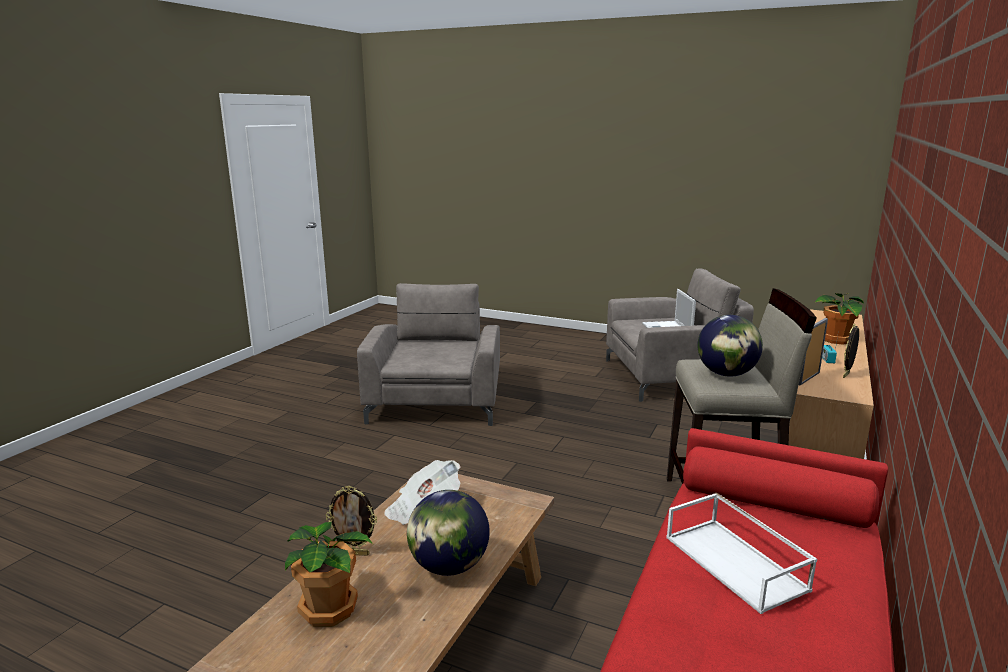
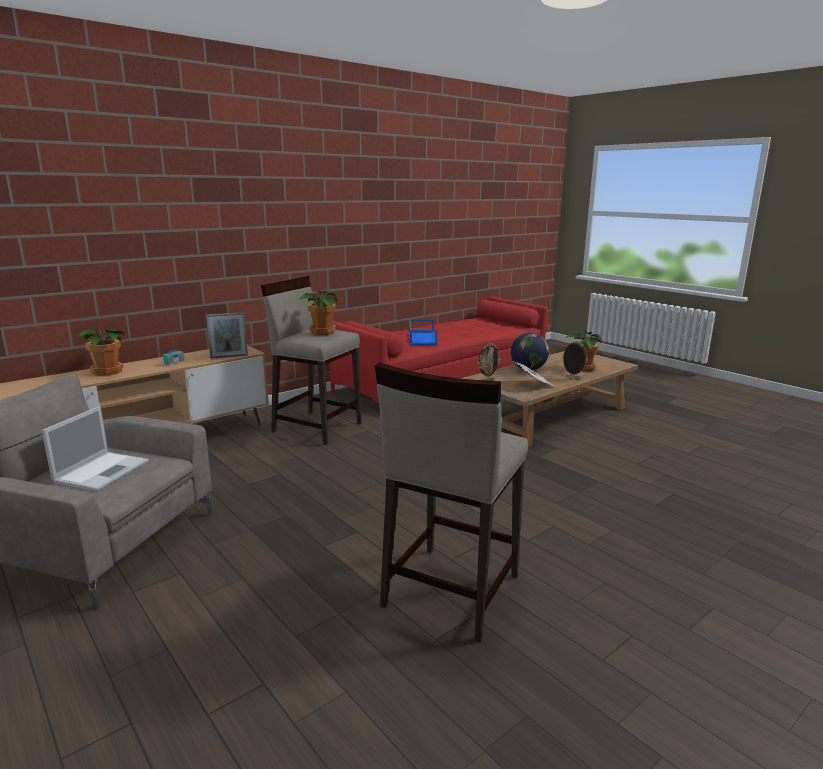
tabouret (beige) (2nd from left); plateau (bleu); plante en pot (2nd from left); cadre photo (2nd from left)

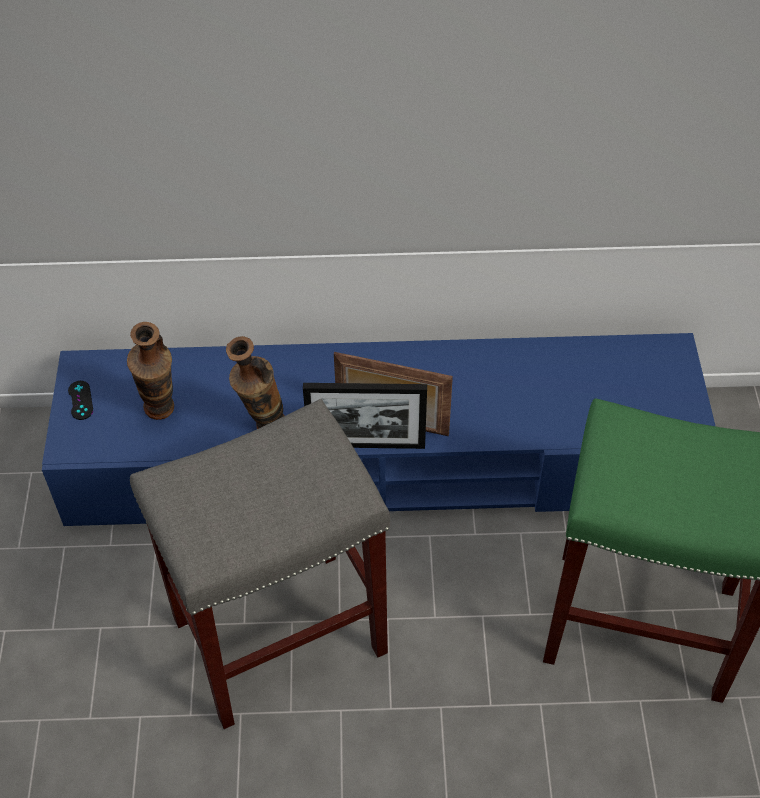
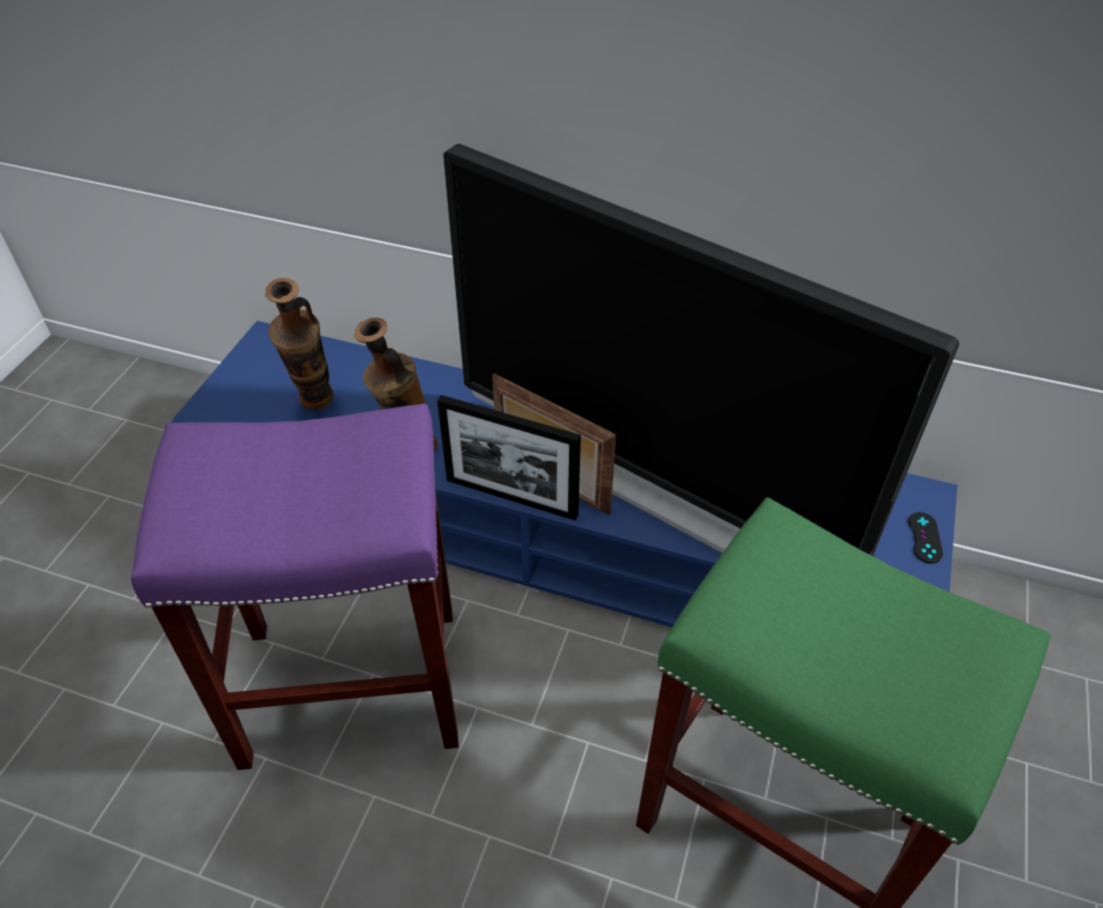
manette (noir); tabouret (violet); téléviseur

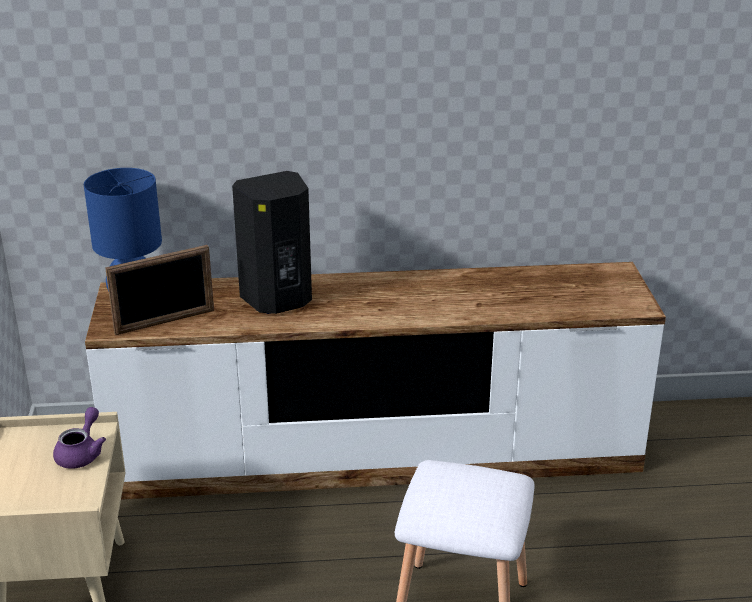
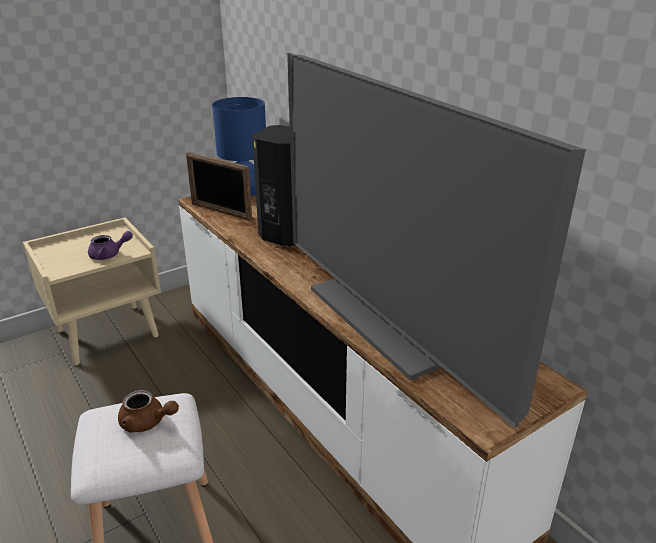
théière (marron); téléviseur

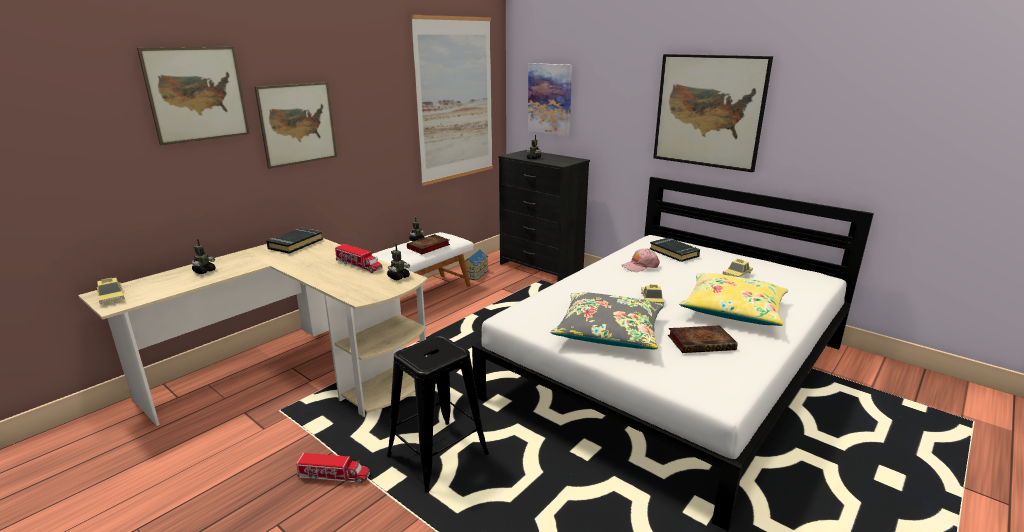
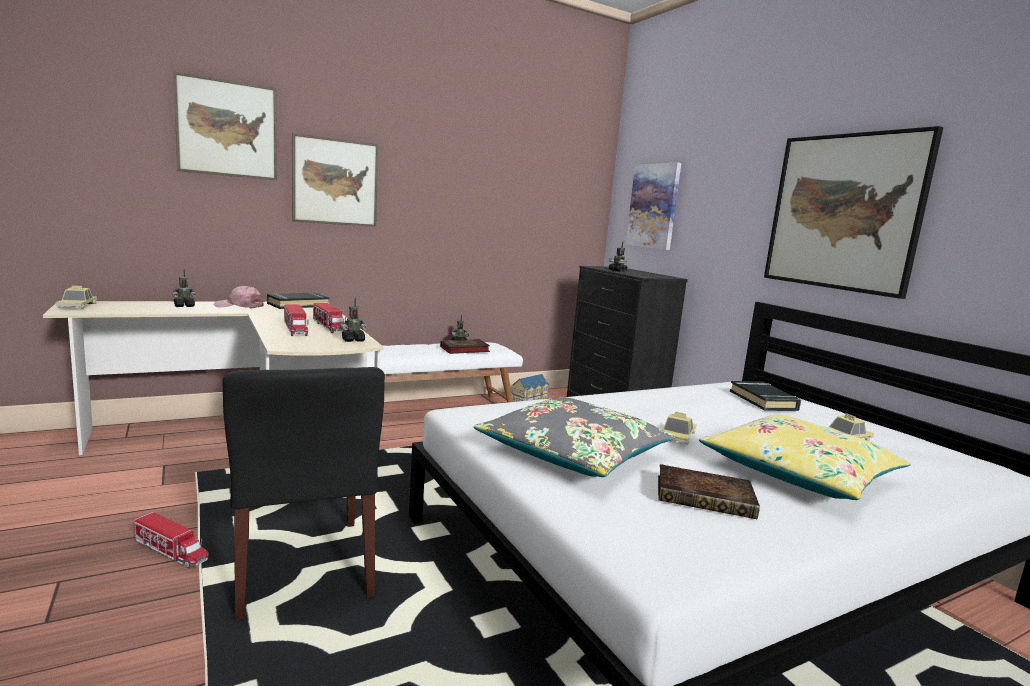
chaise (noir); tableau (3rd from left in the first image); casquette (rose); camion jouet (2nd from left)

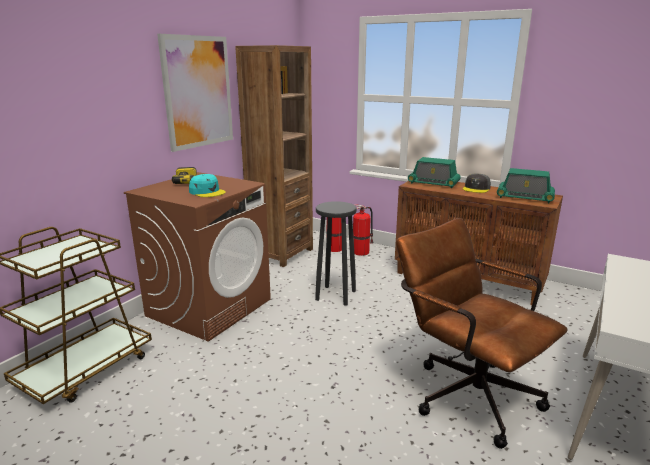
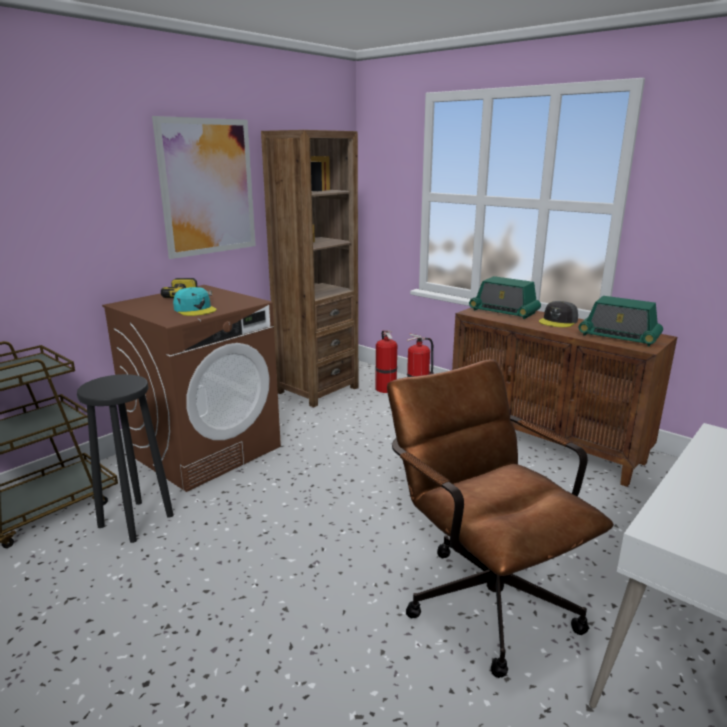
tabouret (noir)

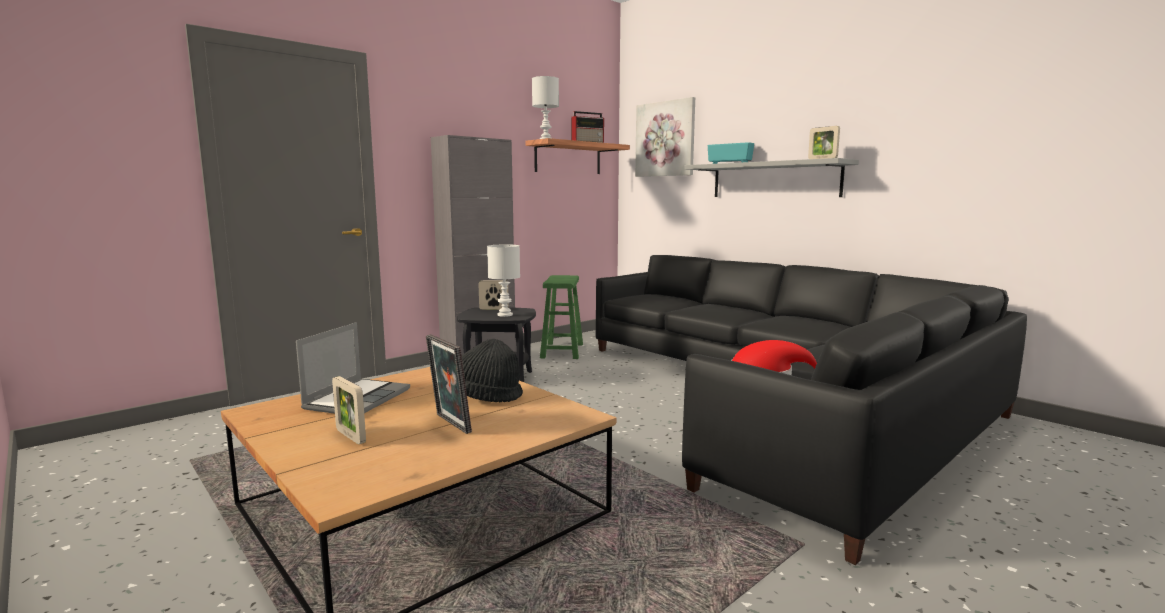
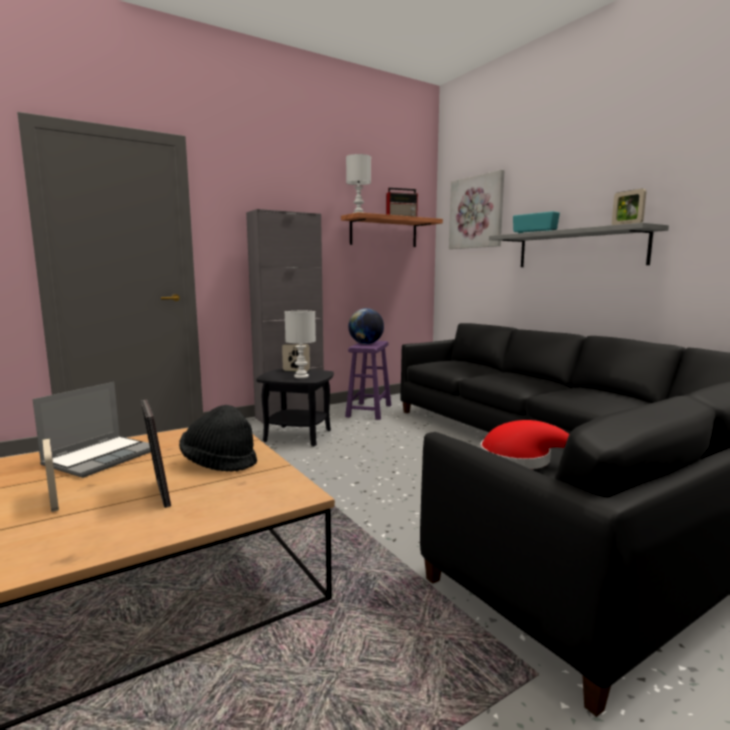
tabouret (violet); globe

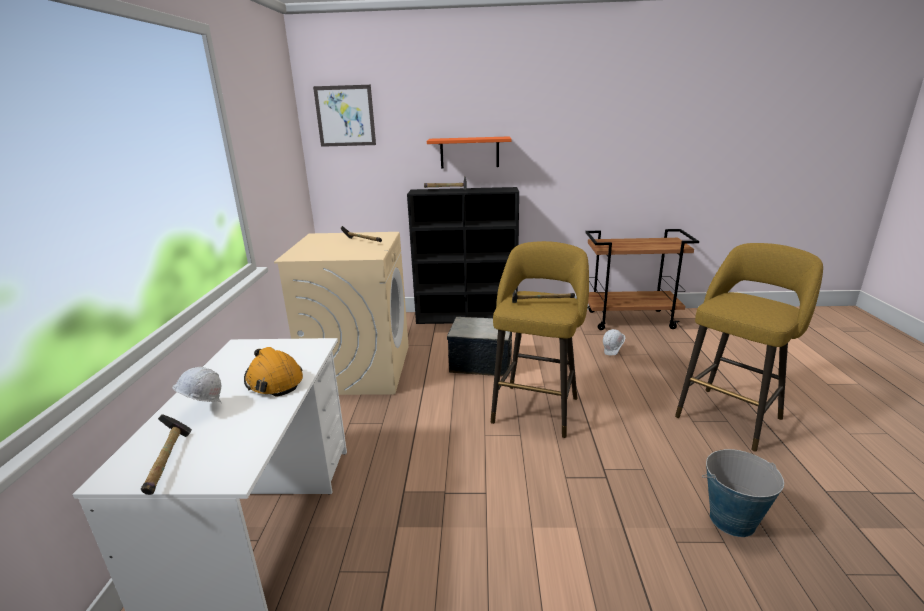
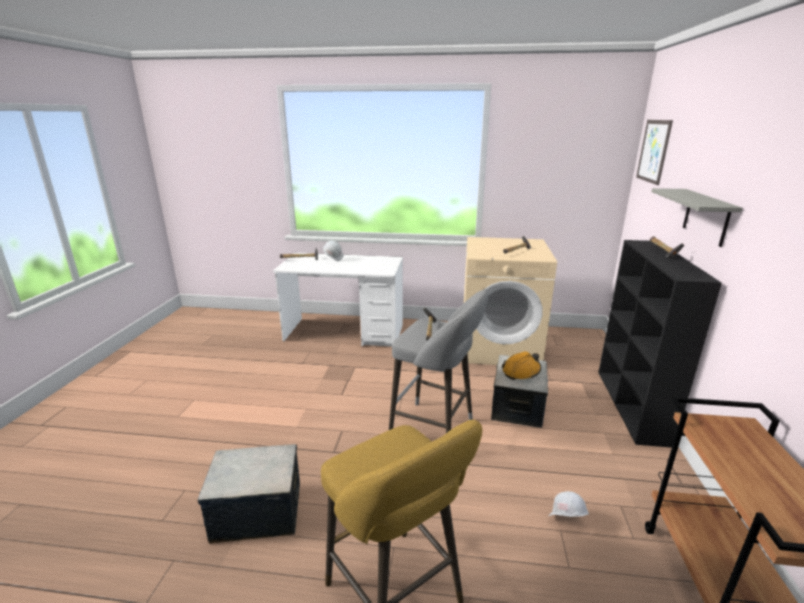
casque de chantier (orange); étagère (gris); tabouret (gris); boîte de rangement (1st from left)

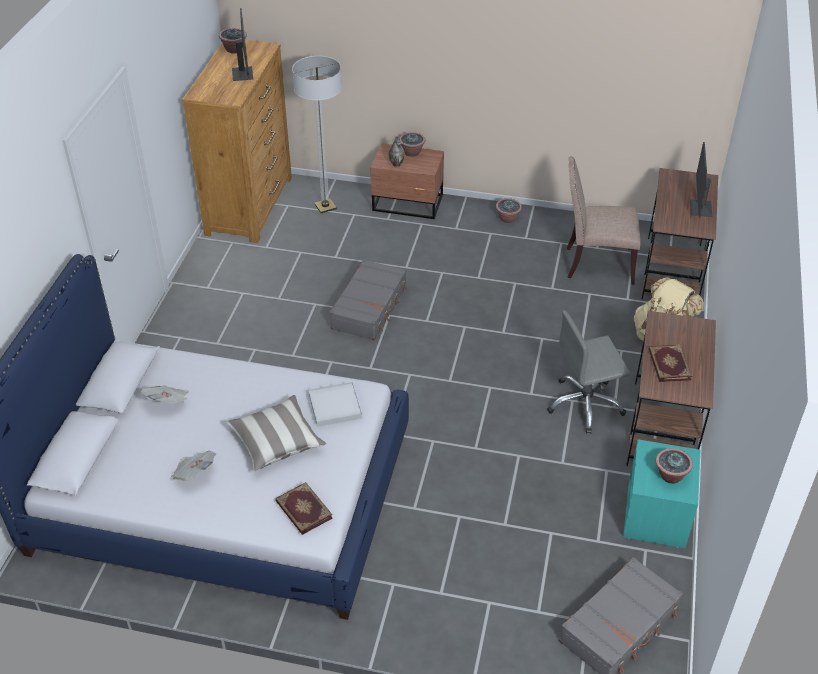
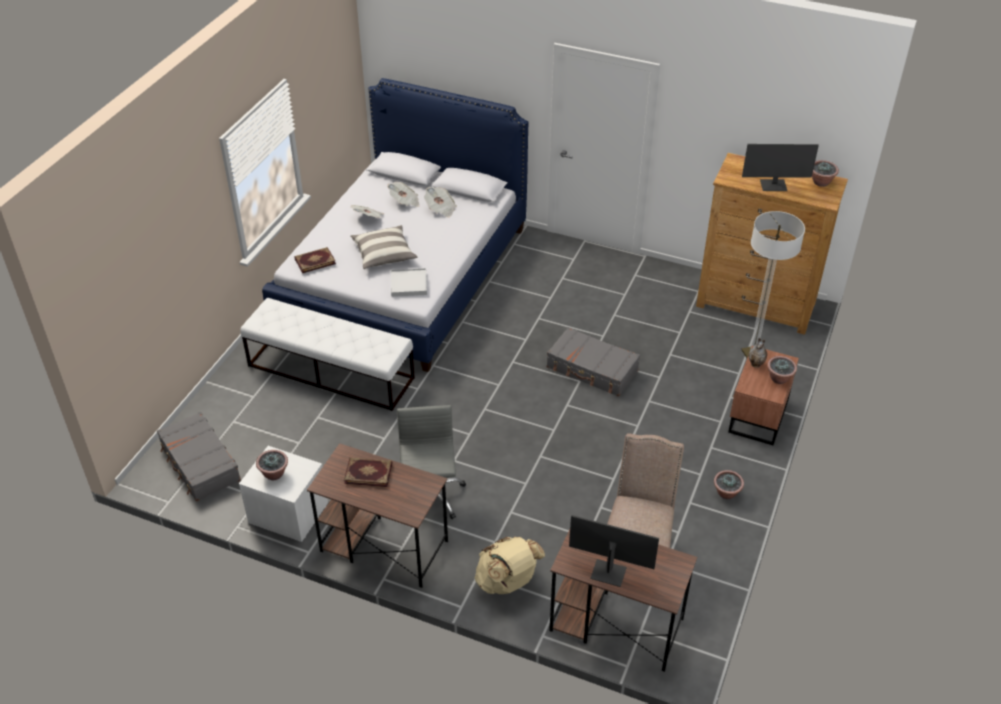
table de chevet (blanc); banc (blanc); journal (2nd from left)

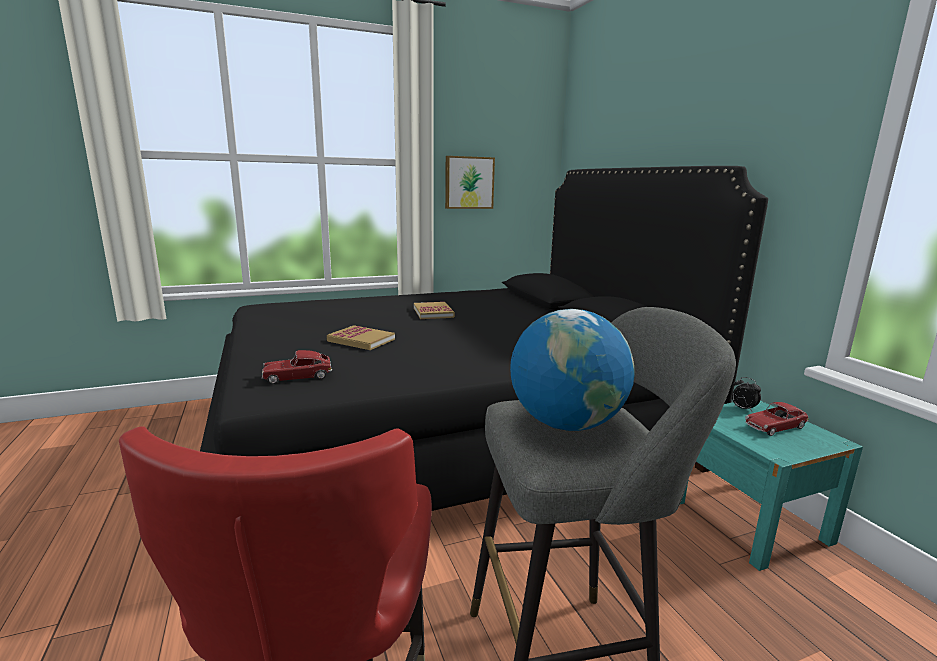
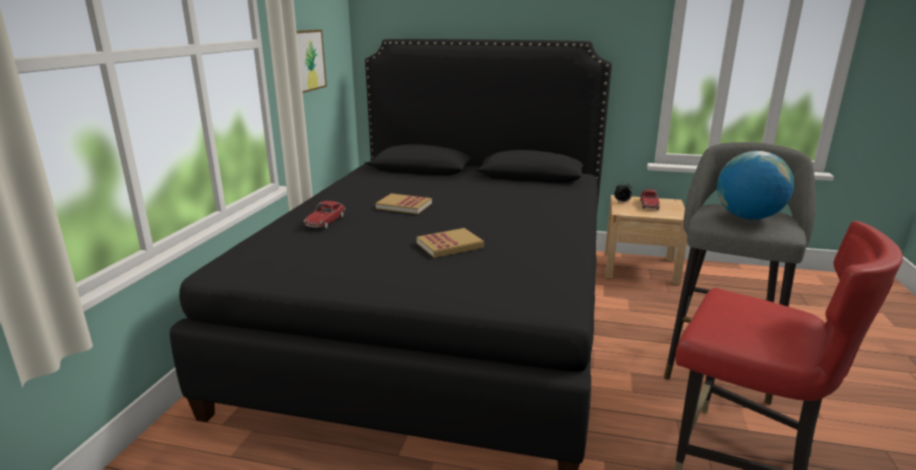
petite voiture (1st from left); table de chevet (beige)

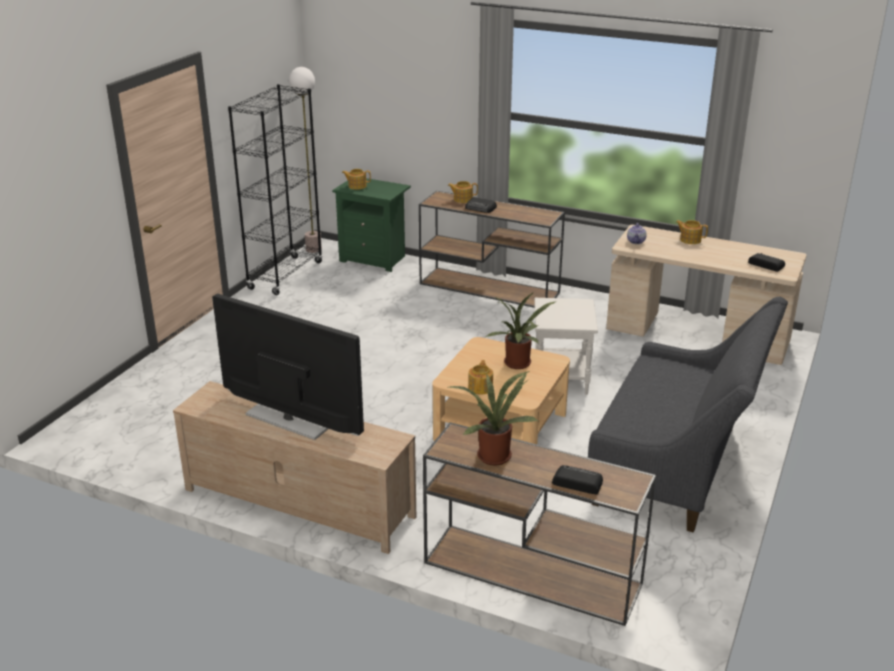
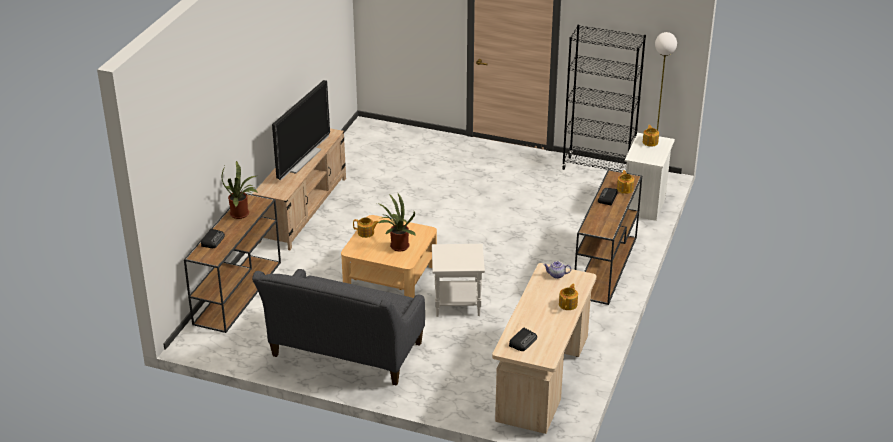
table de chevet (blanc)

